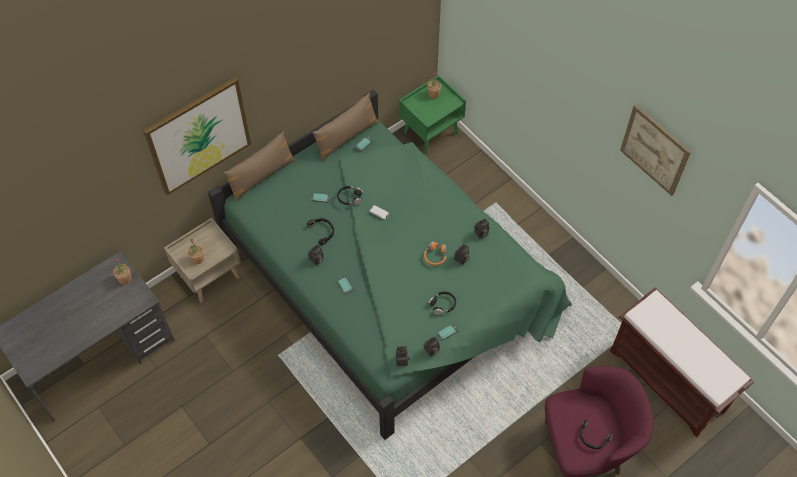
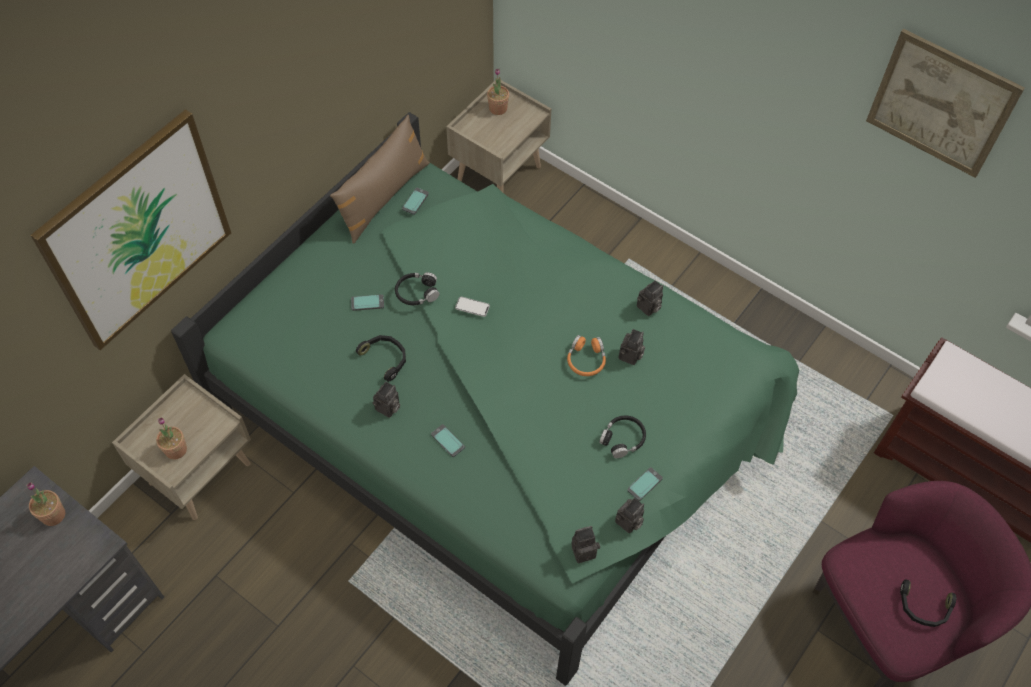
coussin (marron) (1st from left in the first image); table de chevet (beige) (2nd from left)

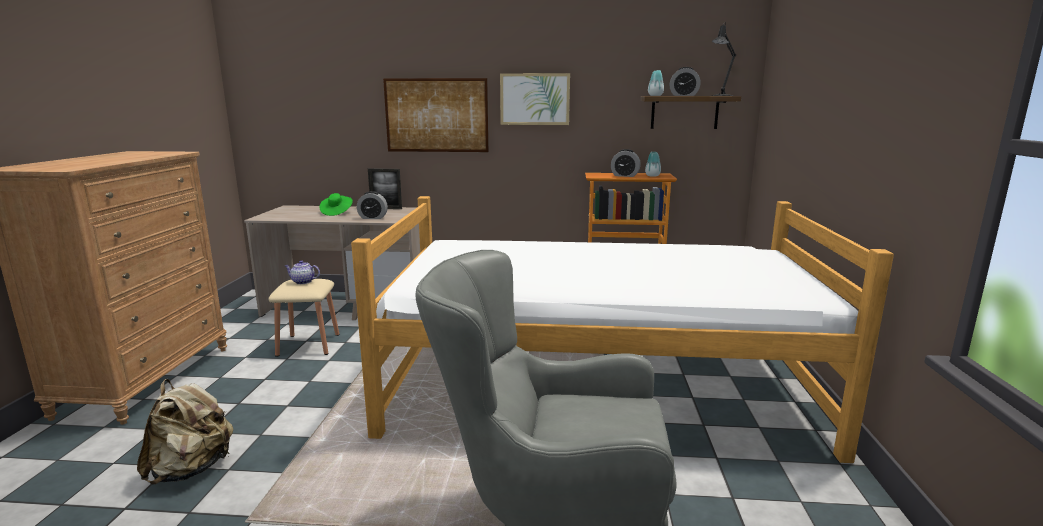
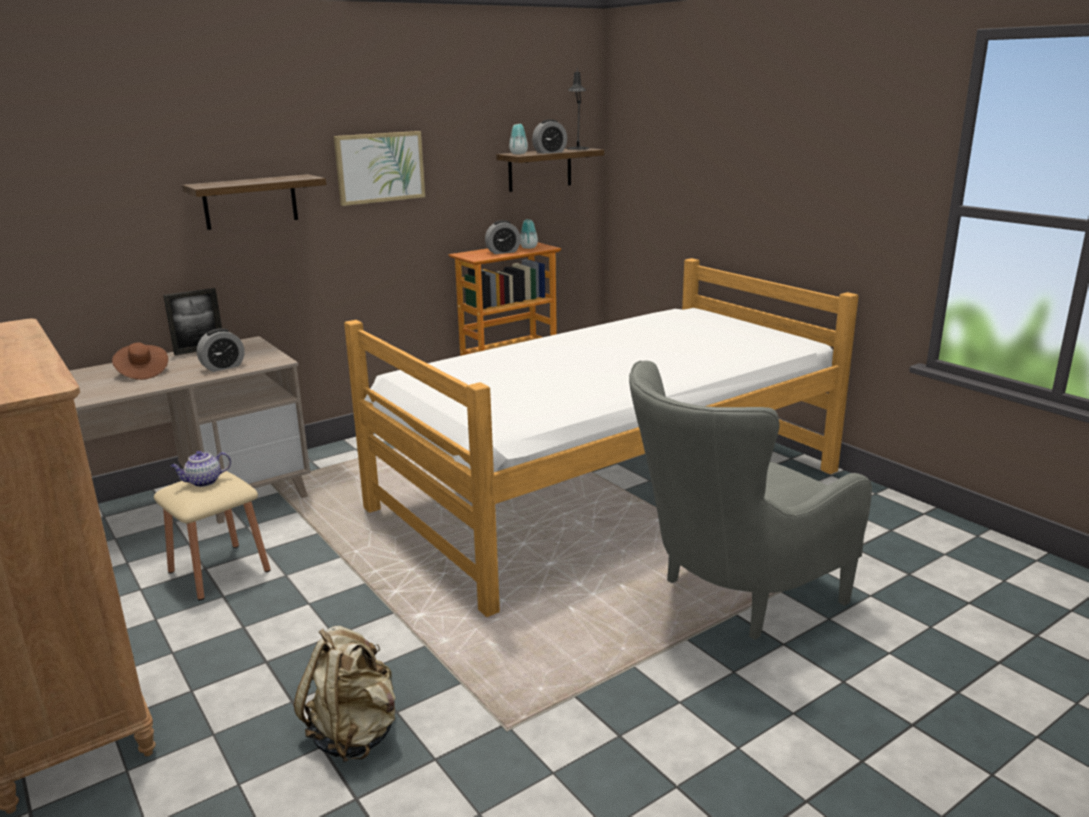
chapeau (marron); étagère (1st from left)

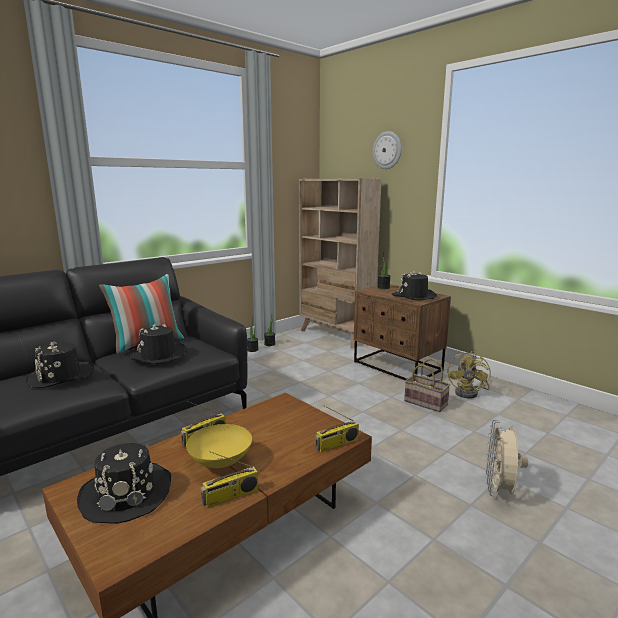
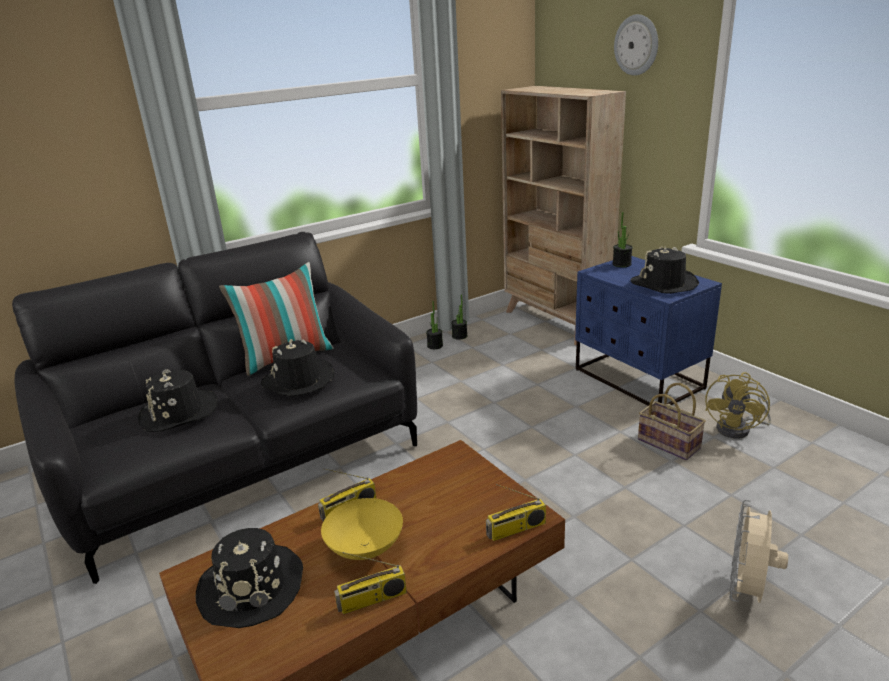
table de chevet (bleu)

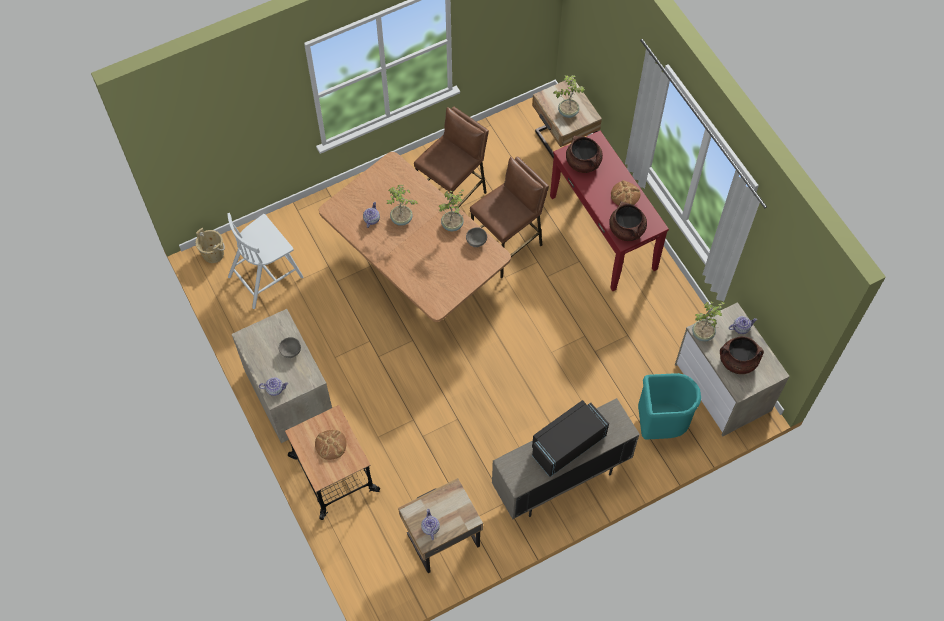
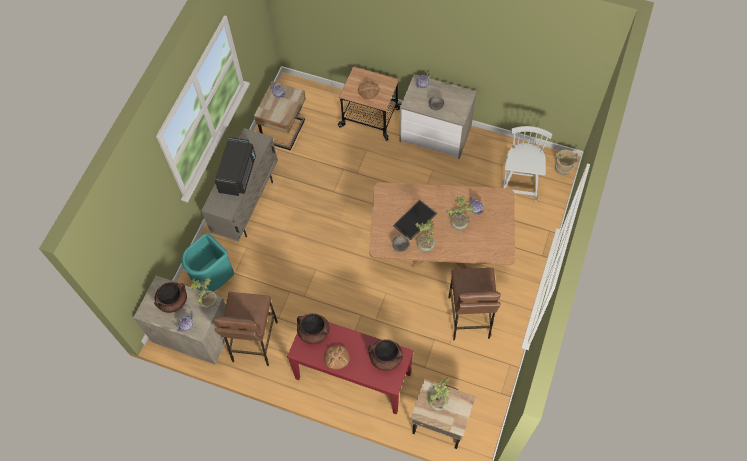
tabouret (marron) (1st from left); plateau

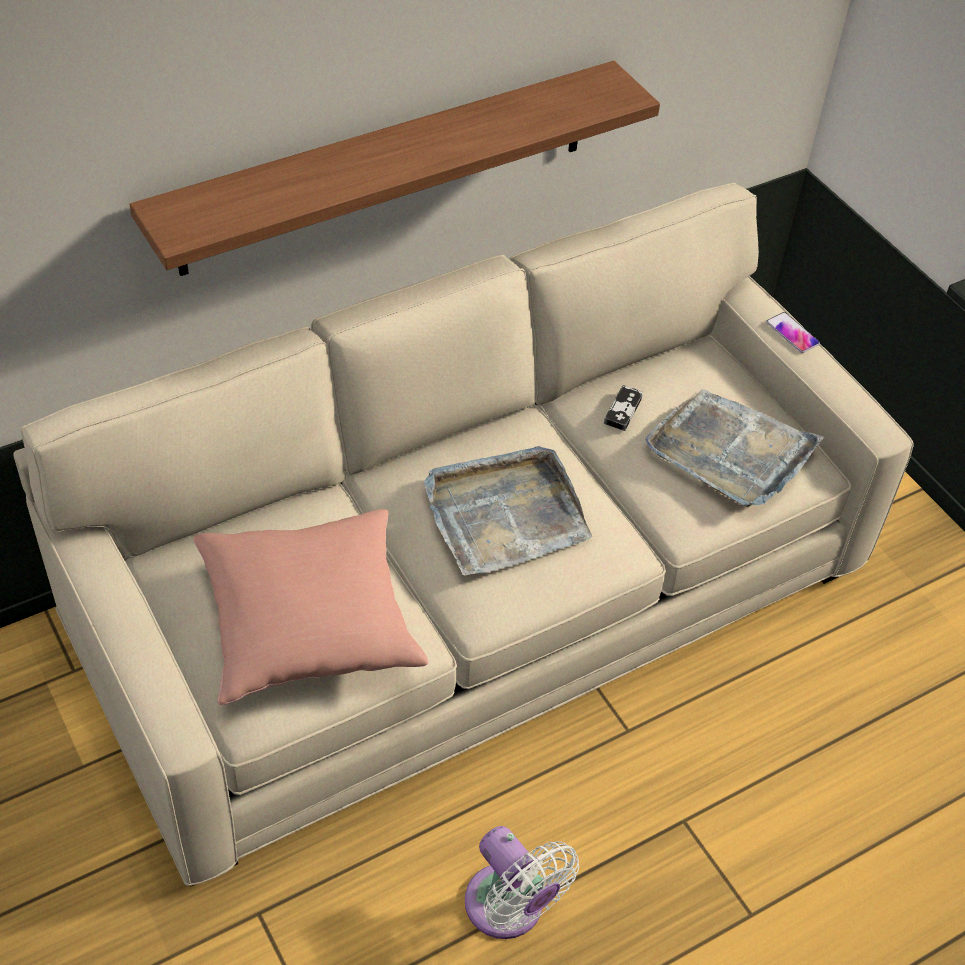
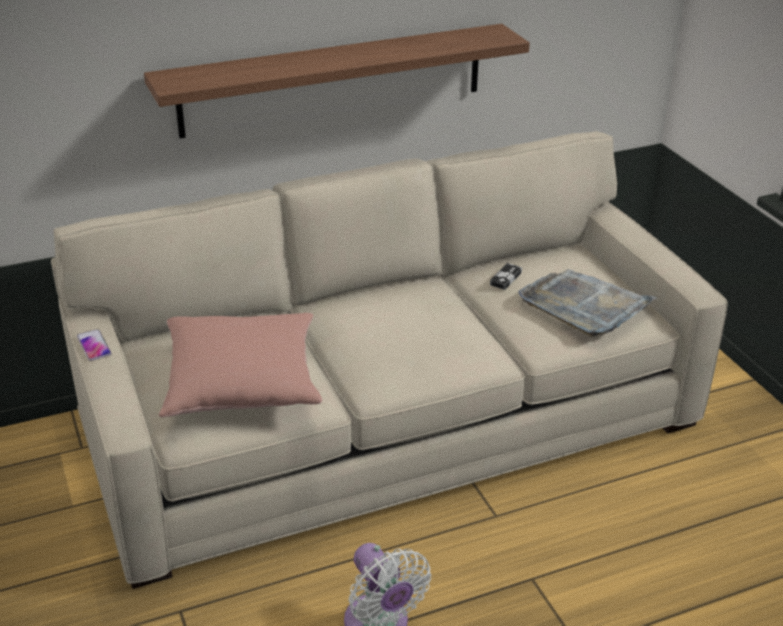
plateau (gris) (1st from left in the first image); téléphone

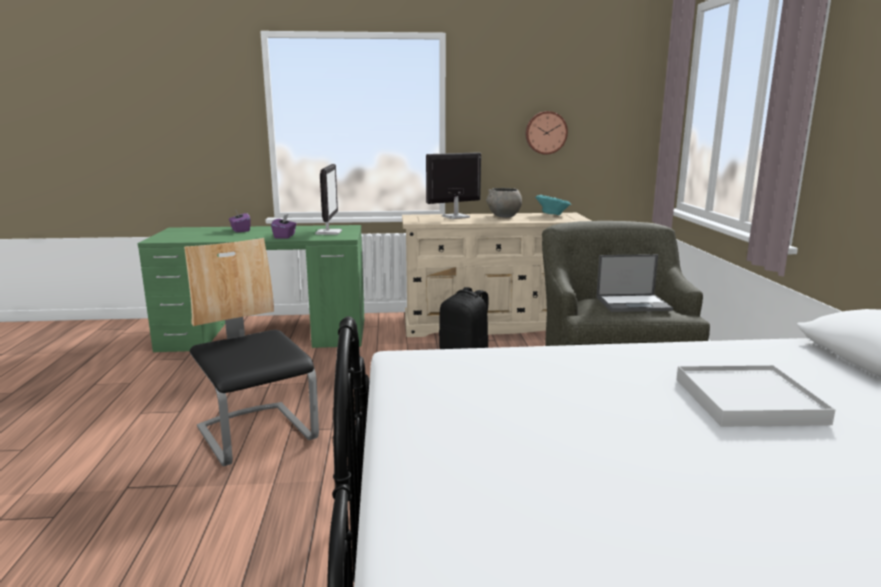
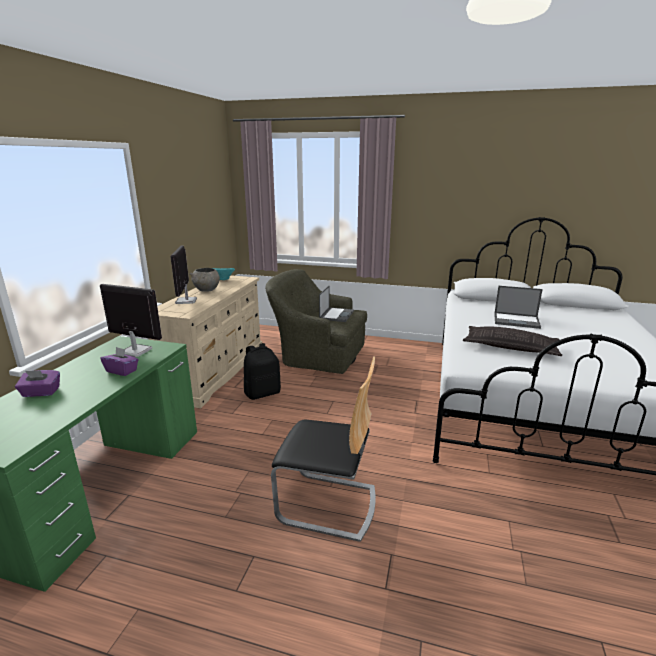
chaise; horloge murale; ordinateur portable (2nd from left); coussin

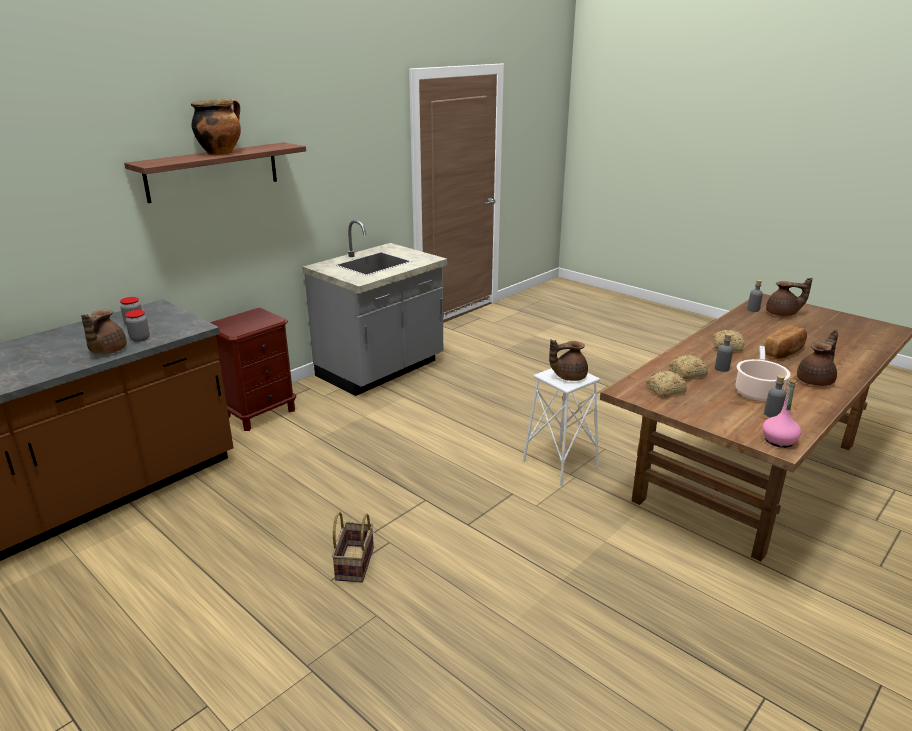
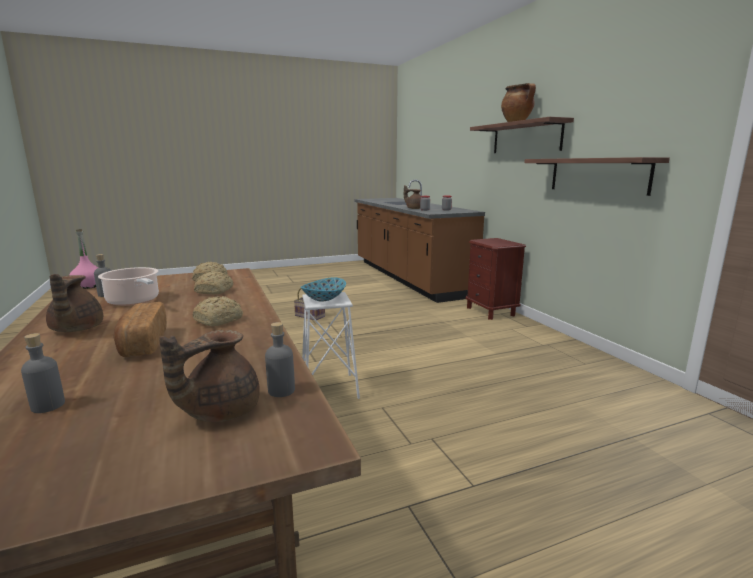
comptoir de cuisine (gris); bol; bouteille (gris) (1st from left); étagère (2nd from left)

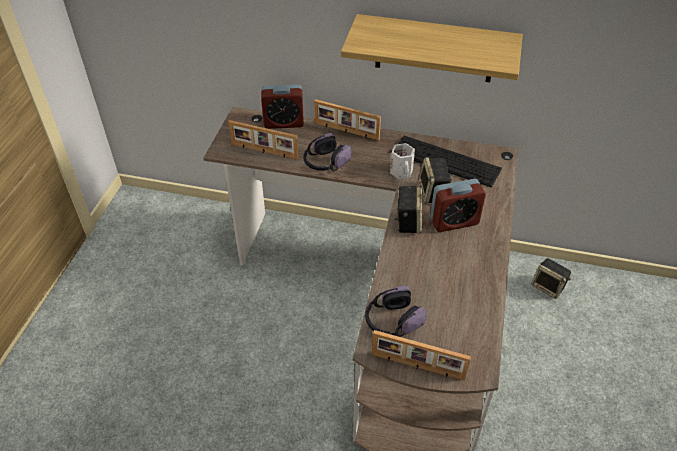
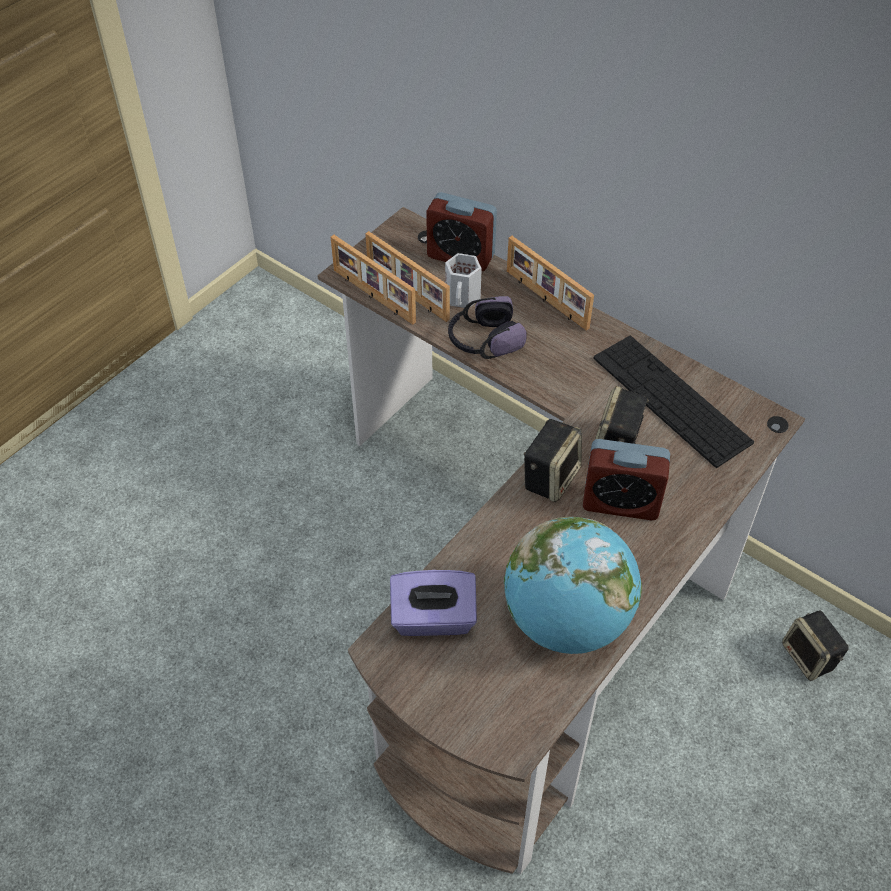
étagère; boîte à mouchoirs (violet); cadre photo (1st from left); mug (blanc); globe

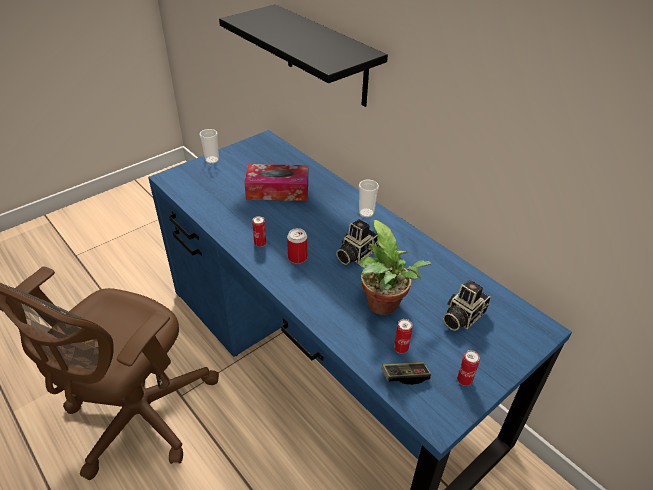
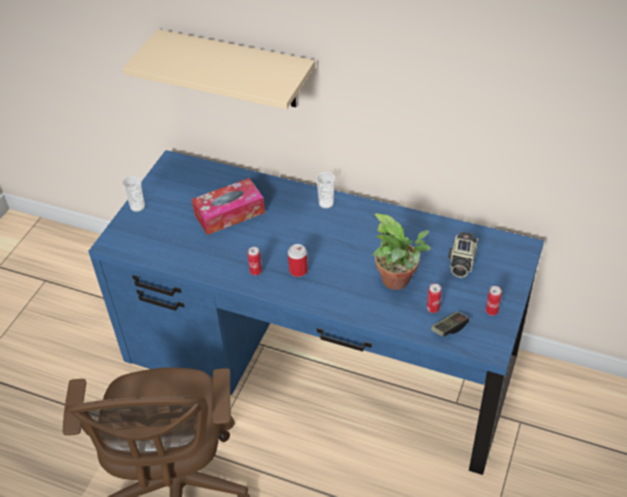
étagère (beige); appareil photo (1st from left in the first image)

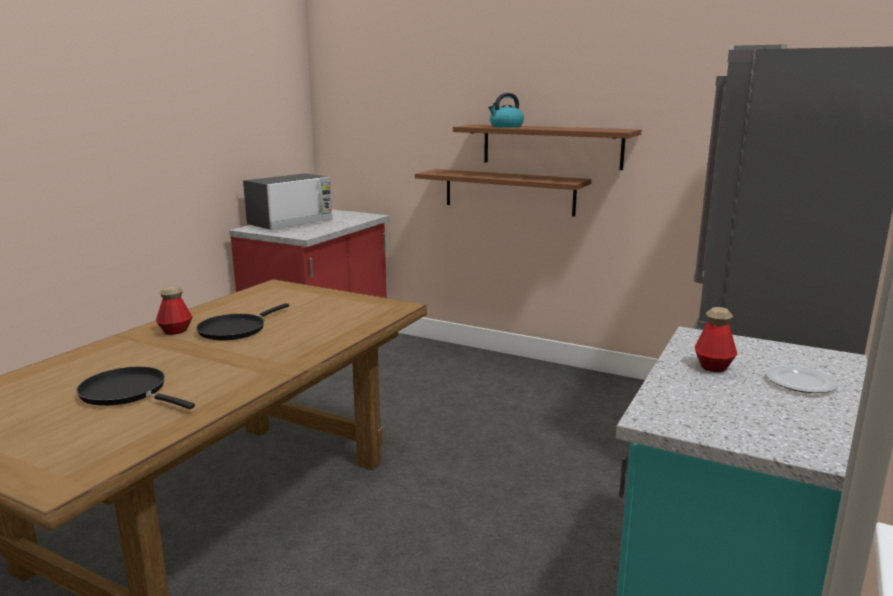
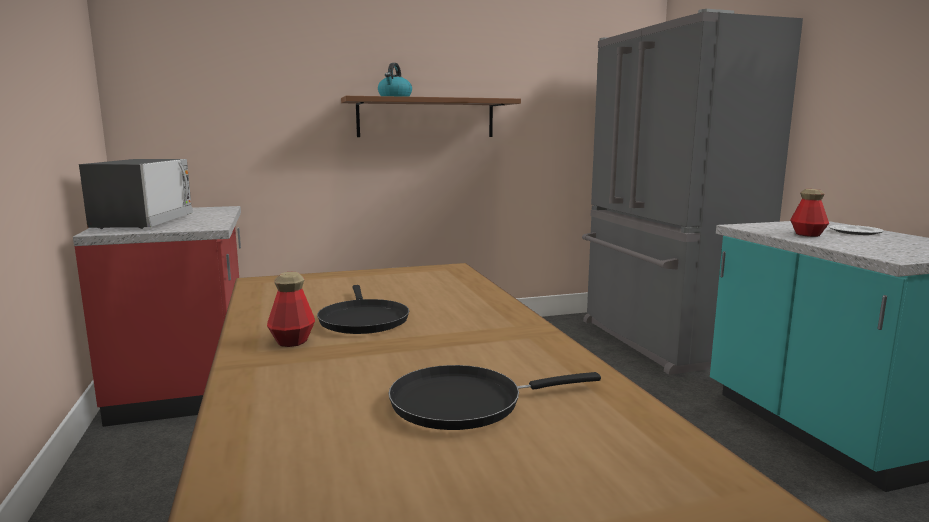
étagère (marron) (1st from left in the first image)

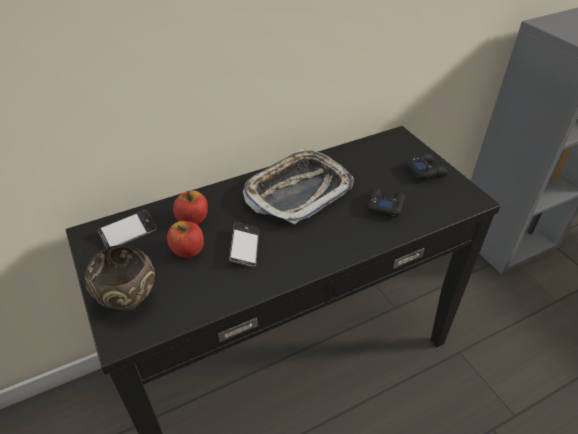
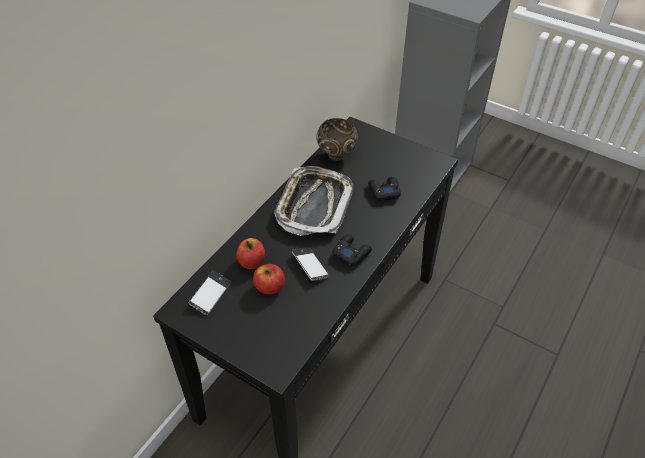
bol (marron); manette (noir) (1st from left)

